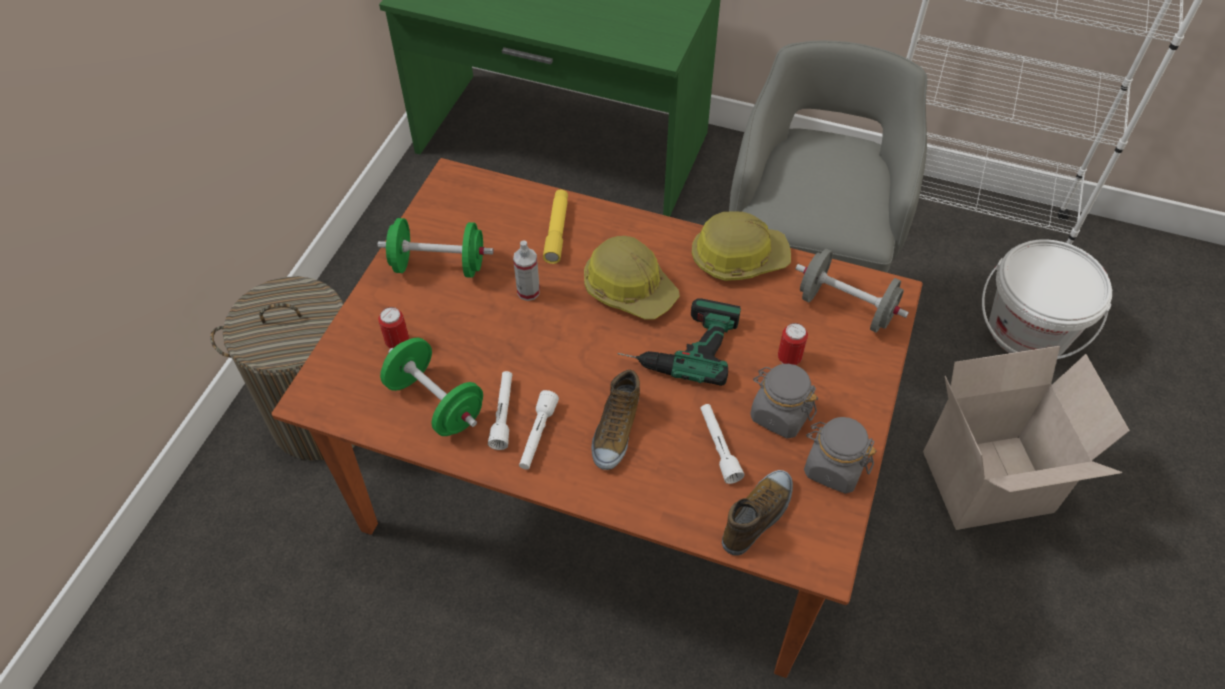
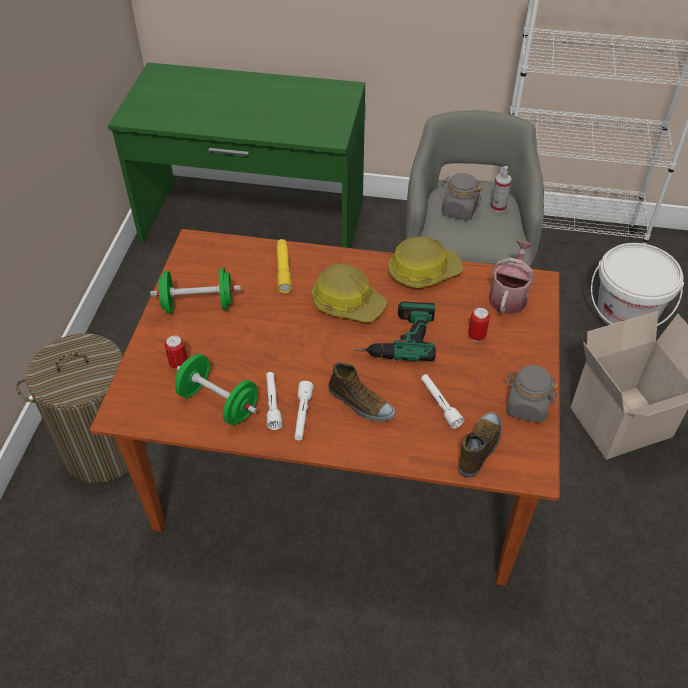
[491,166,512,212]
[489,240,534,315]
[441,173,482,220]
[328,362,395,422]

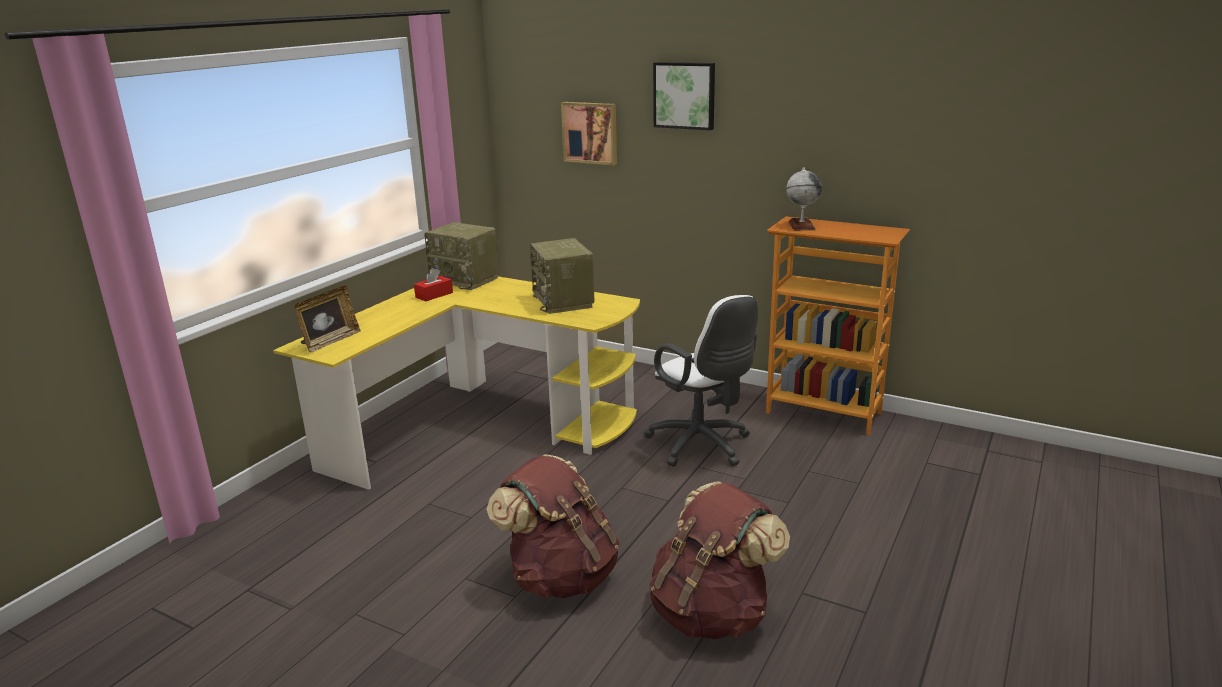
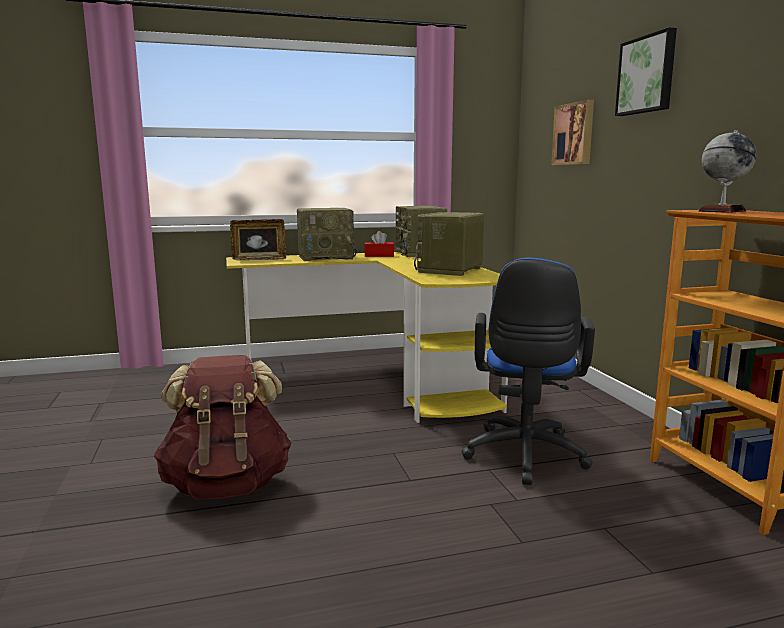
[461,258,595,485]
[649,481,790,639] (first image)
[297,208,357,261]

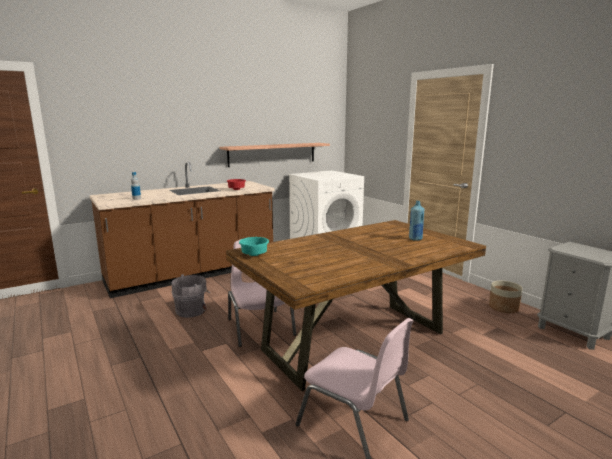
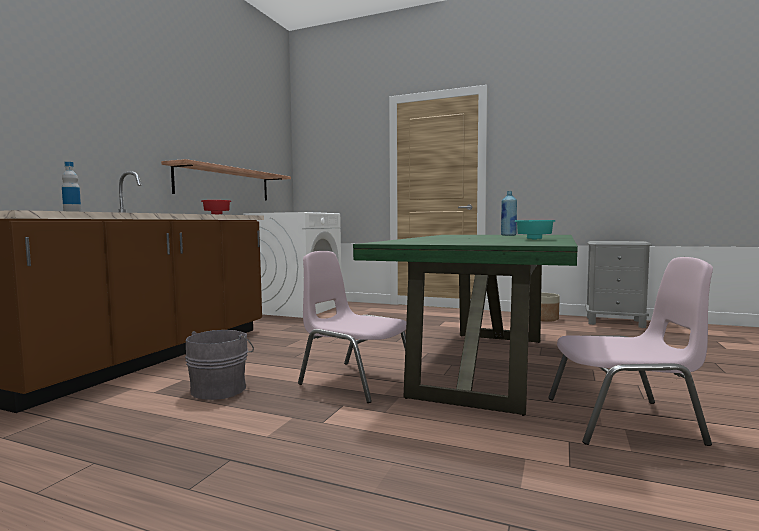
[353,235,578,416]
[515,220,556,239]

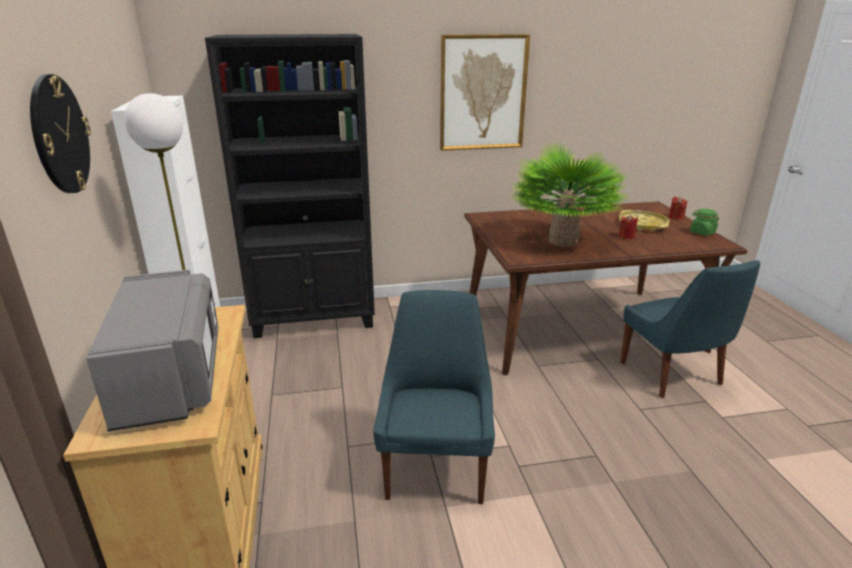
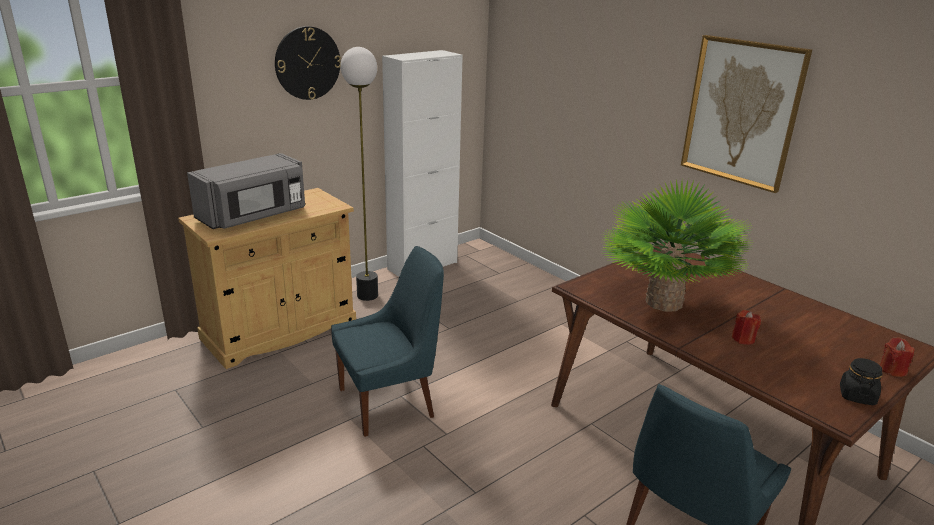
[205,34,375,338] (first image)
[840,358,882,405]
[619,210,669,231] (first image)

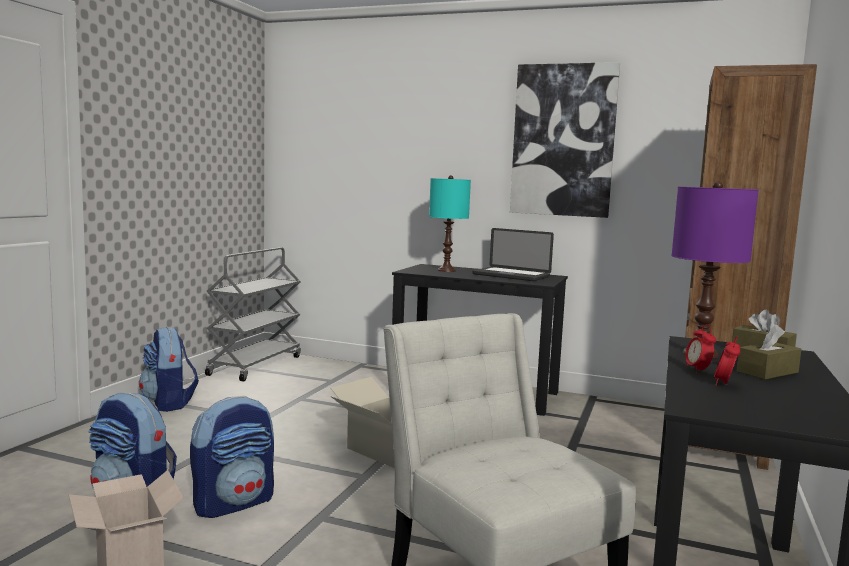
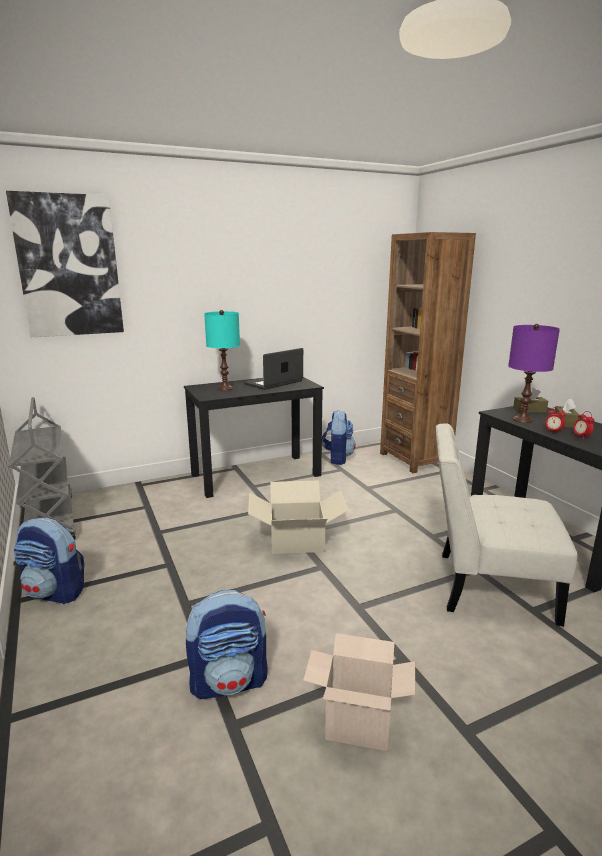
[6,191,124,337]
[244,348,303,390]
[322,410,356,465]

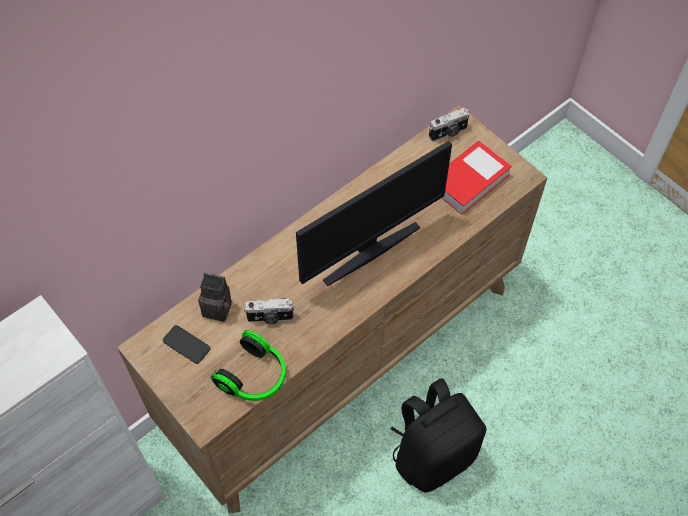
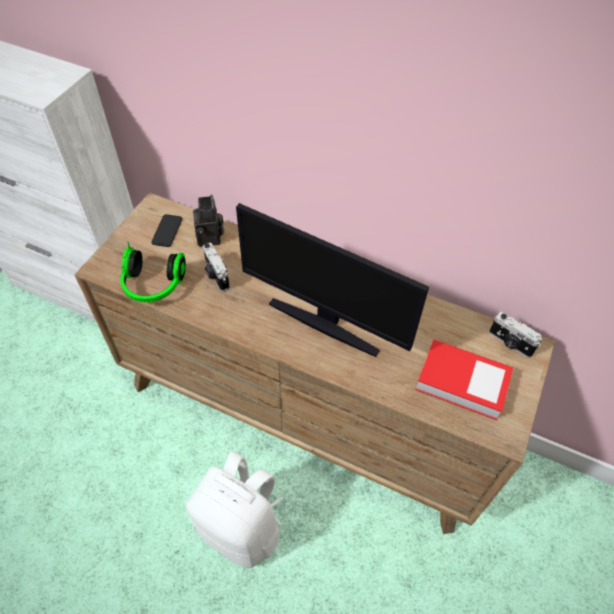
[186,451,283,568]

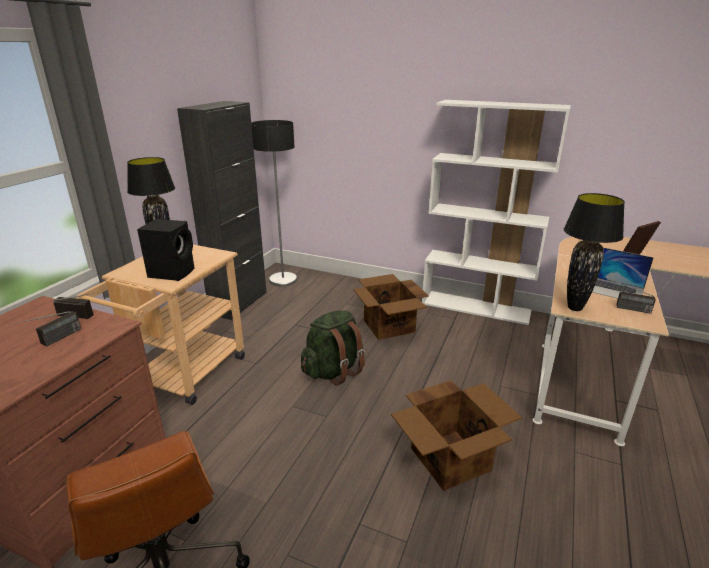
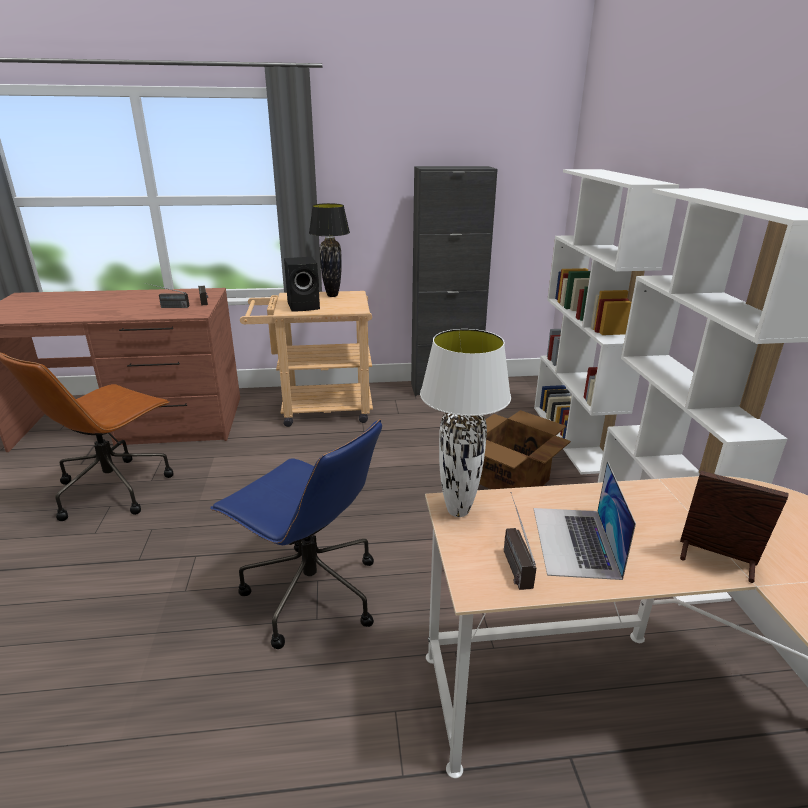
[251,120,297,286] (first image)
[420,329,511,517]
[301,310,365,385] (first image)
[210,419,382,649]
[534,169,679,474]

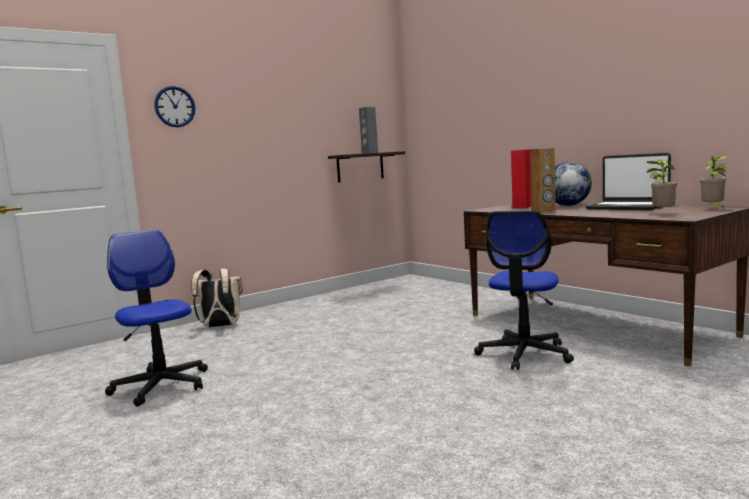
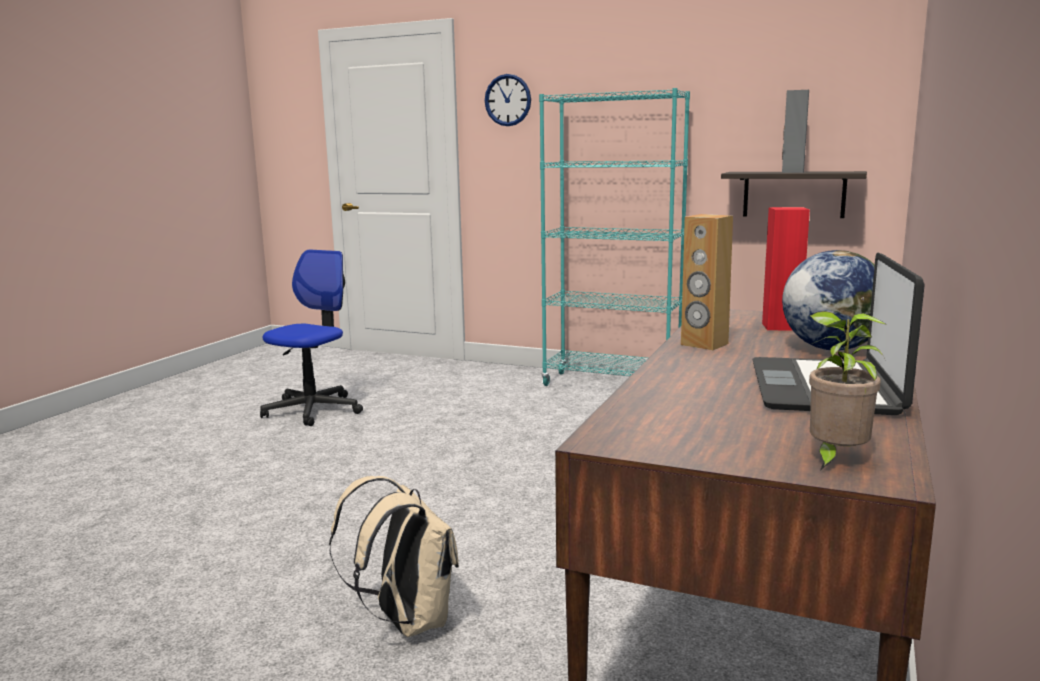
[646,160,677,212] (first image)
[474,211,574,370] (first image)
[329,476,459,637]
[539,88,690,386]

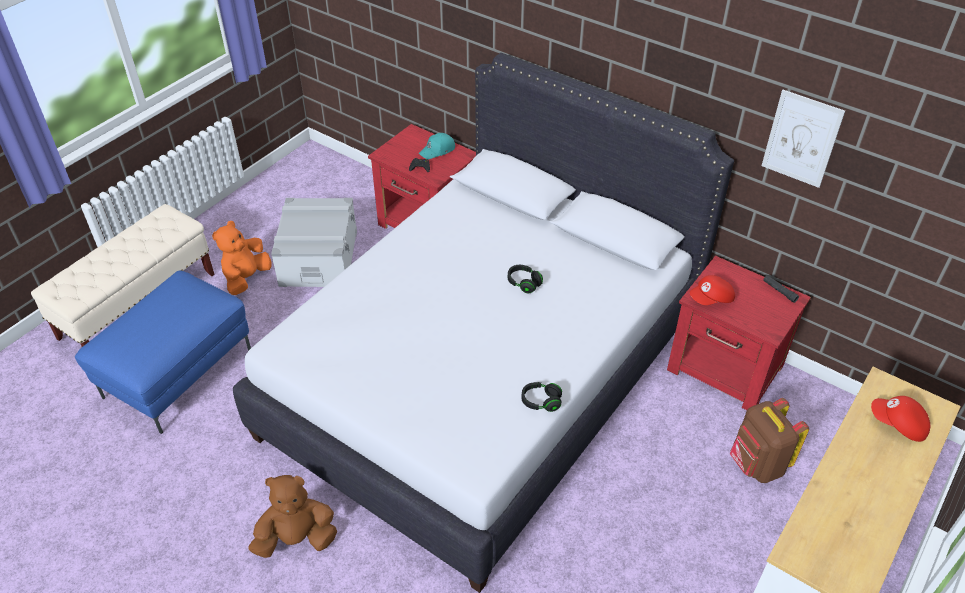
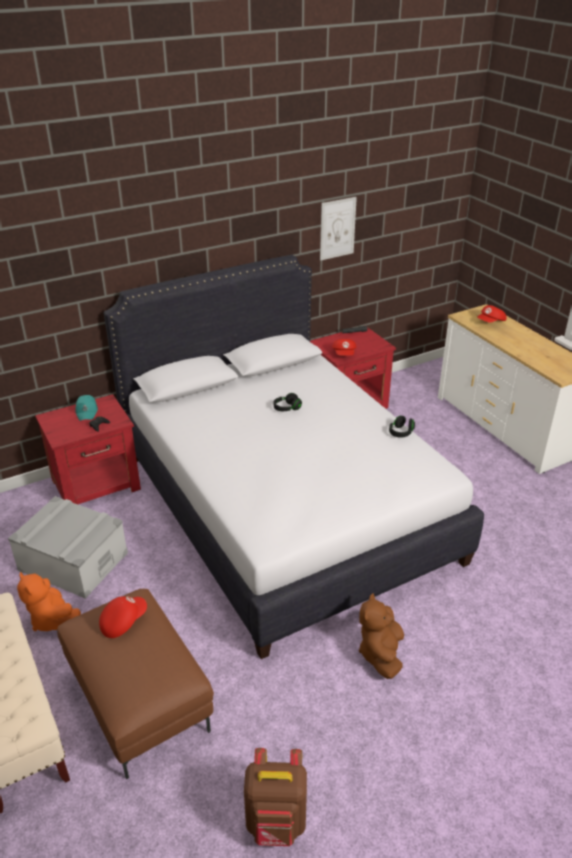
[57,589,214,779]
[244,748,307,846]
[99,596,147,638]

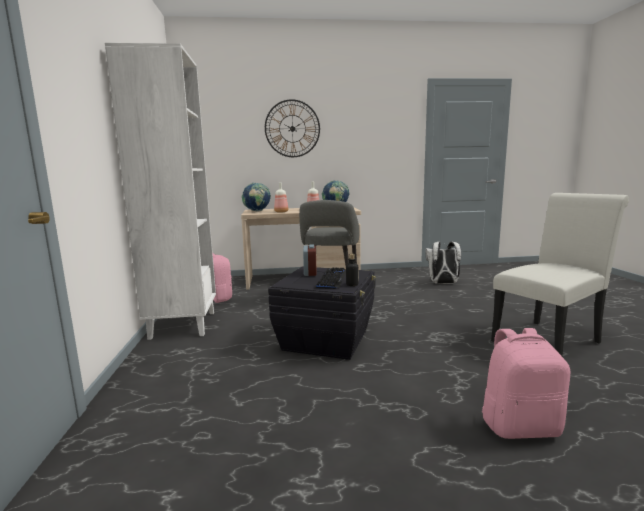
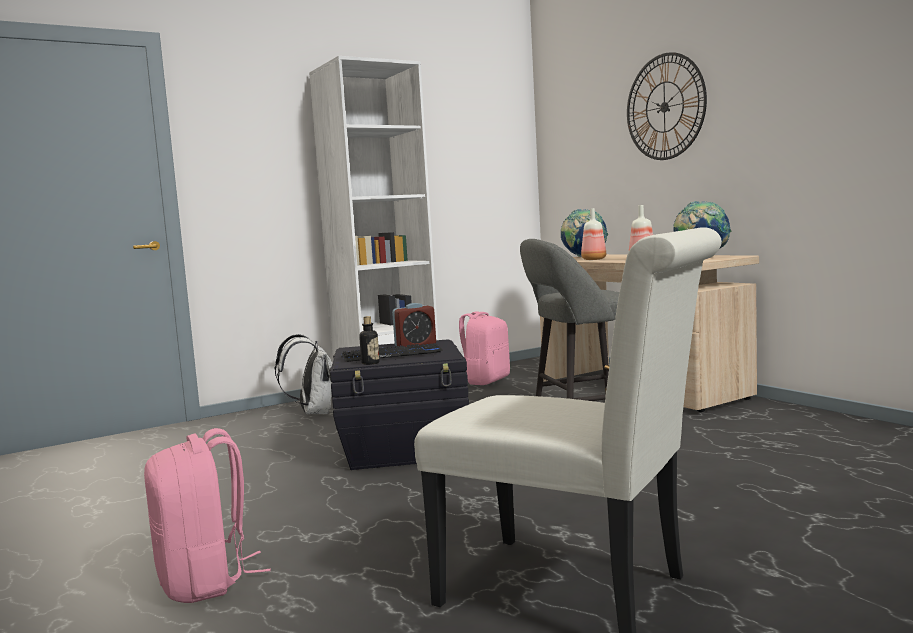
[275,334,332,414]

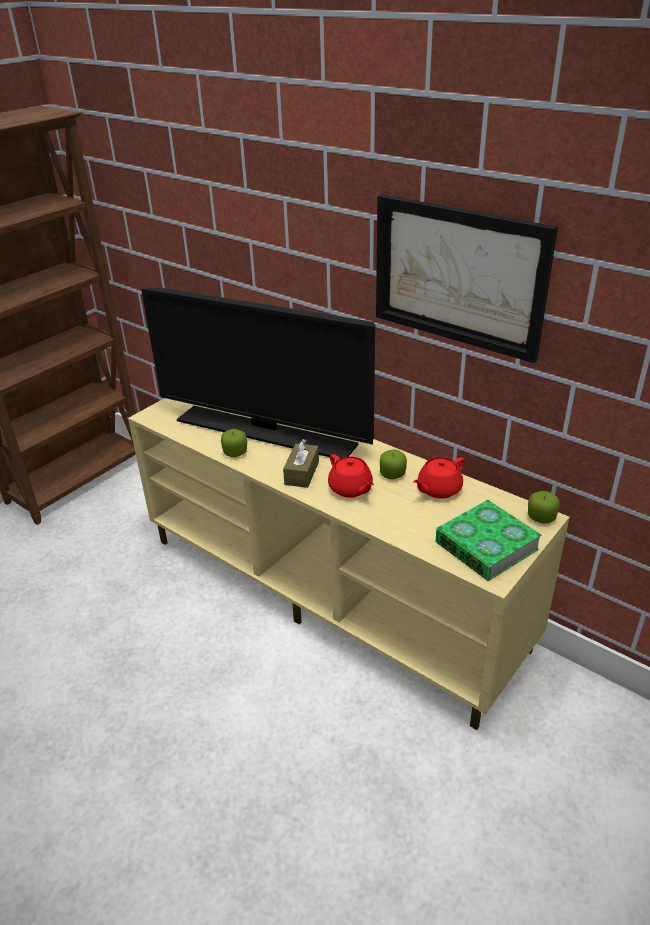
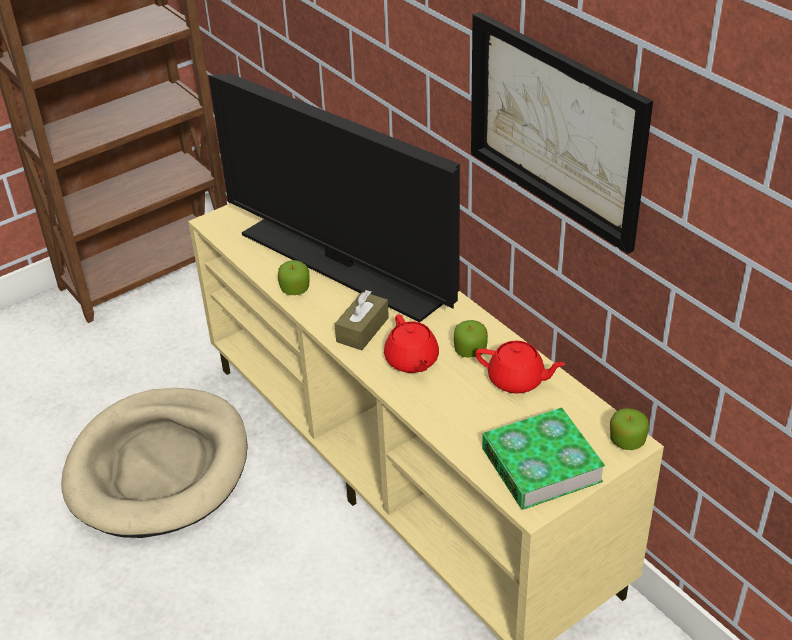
[475,341,565,394]
[61,388,248,538]

